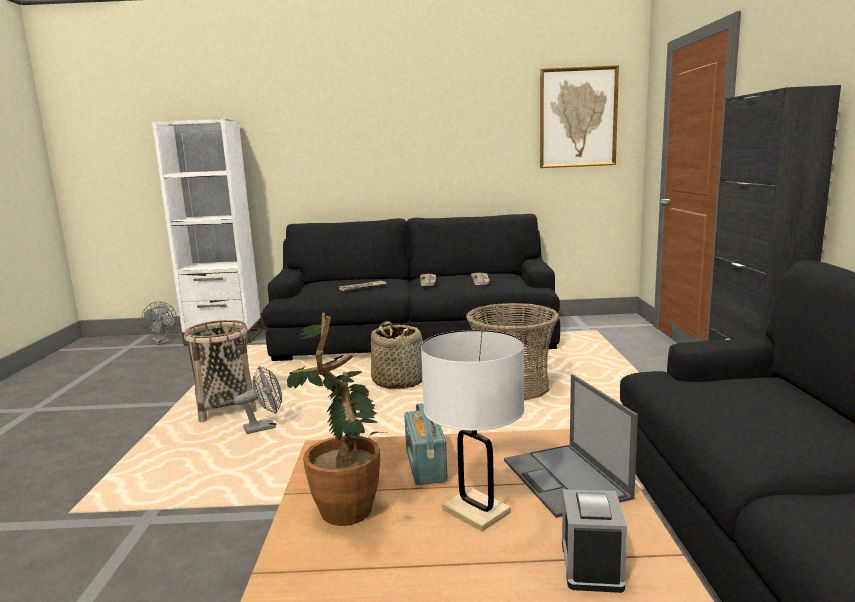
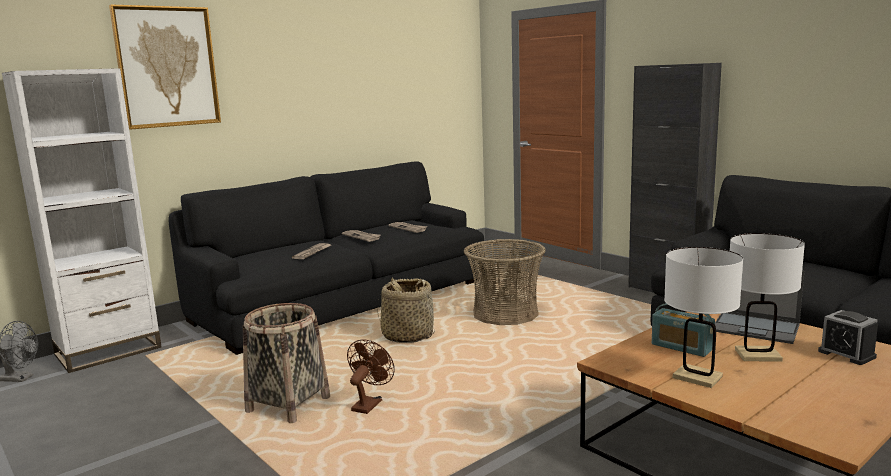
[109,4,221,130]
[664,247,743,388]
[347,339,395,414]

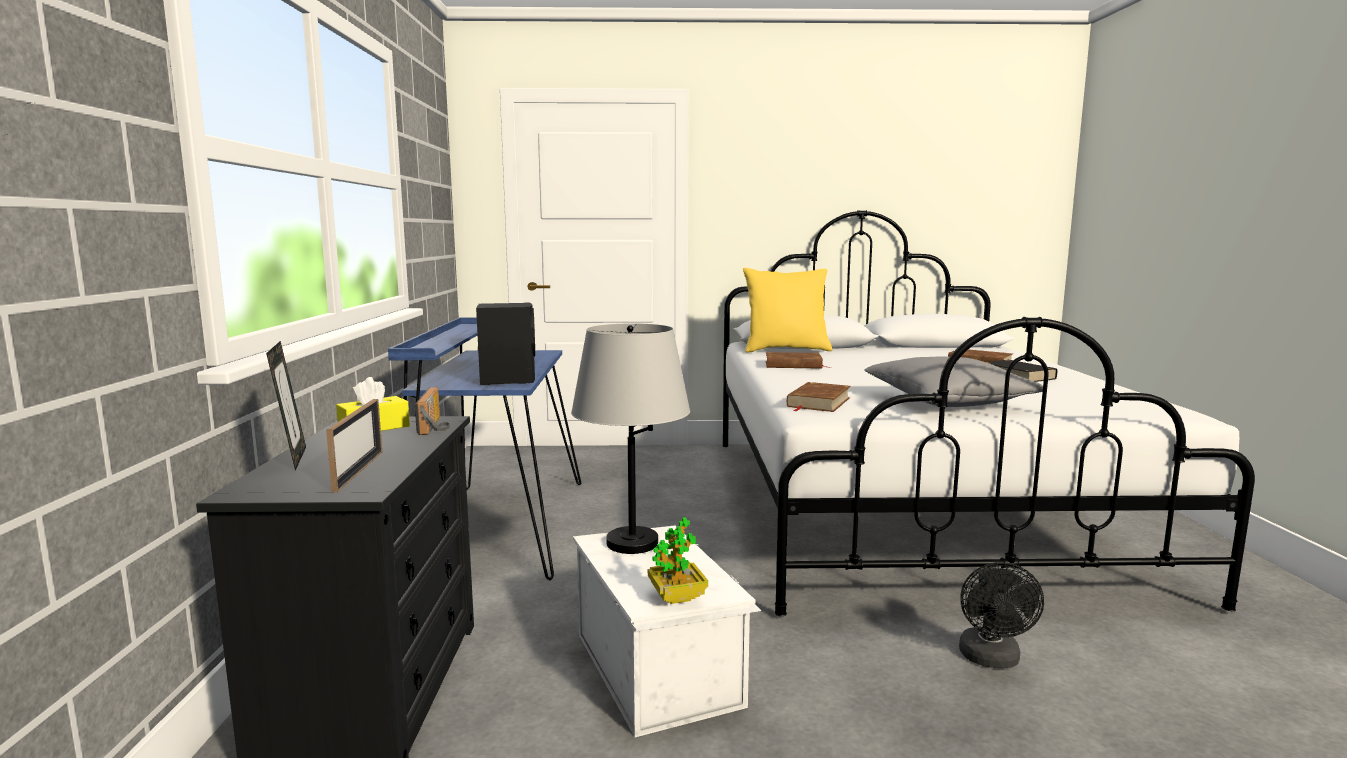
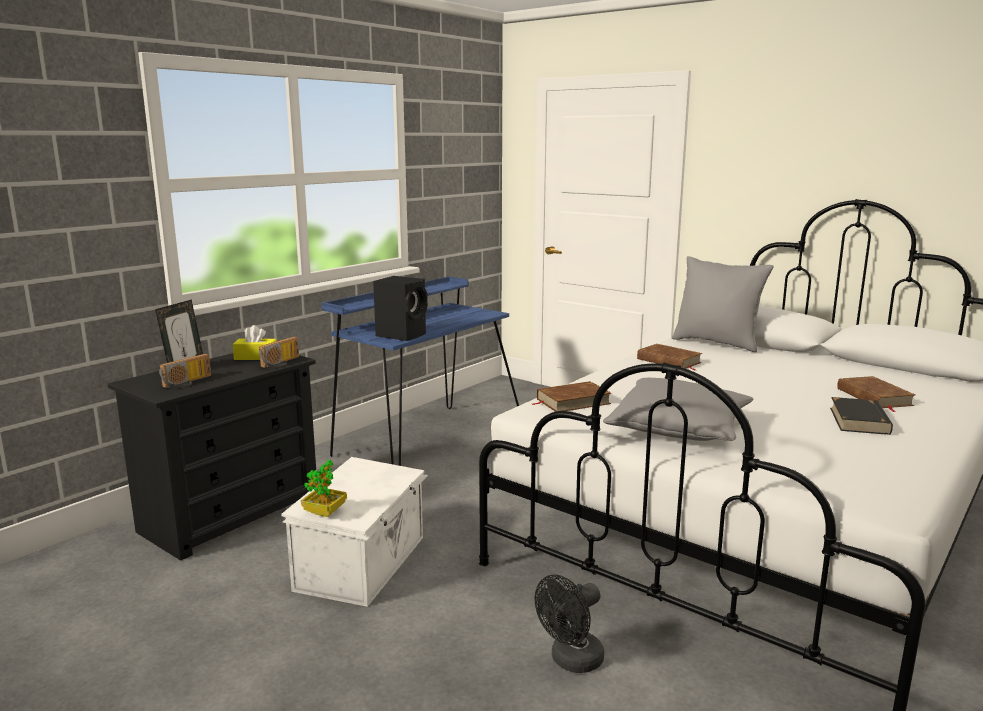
[672,256,774,352]
[571,323,690,554] (first image)
[159,354,211,388]

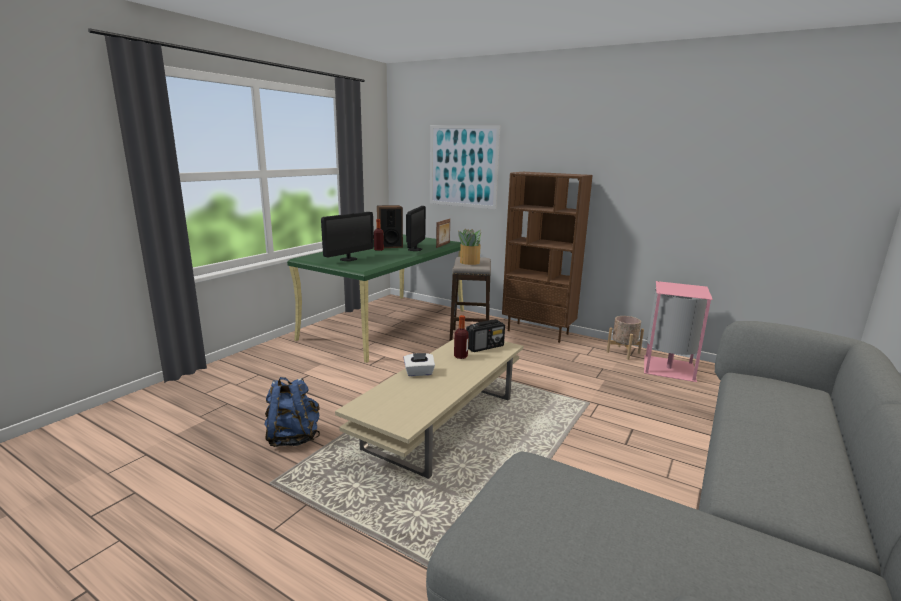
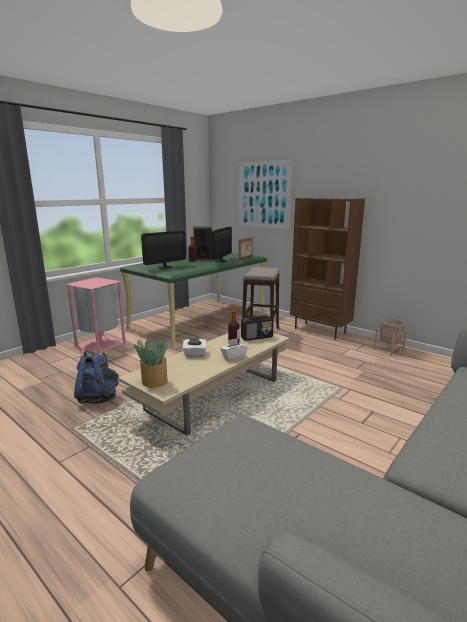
[134,338,169,388]
[65,277,127,354]
[220,338,248,361]

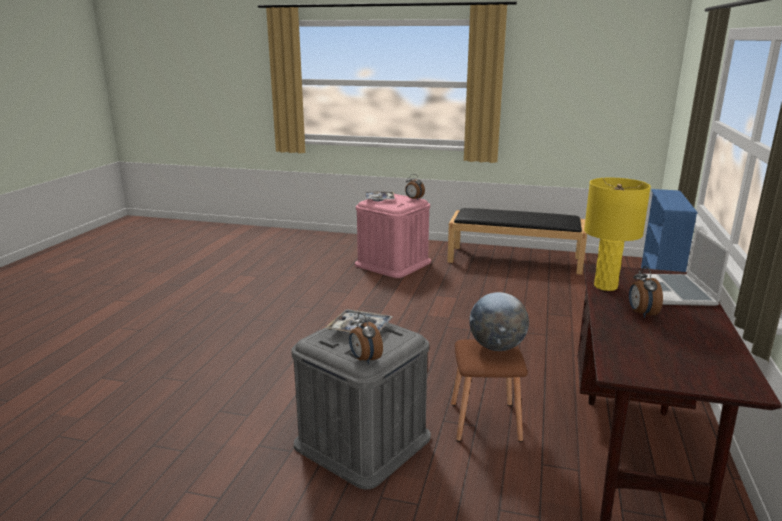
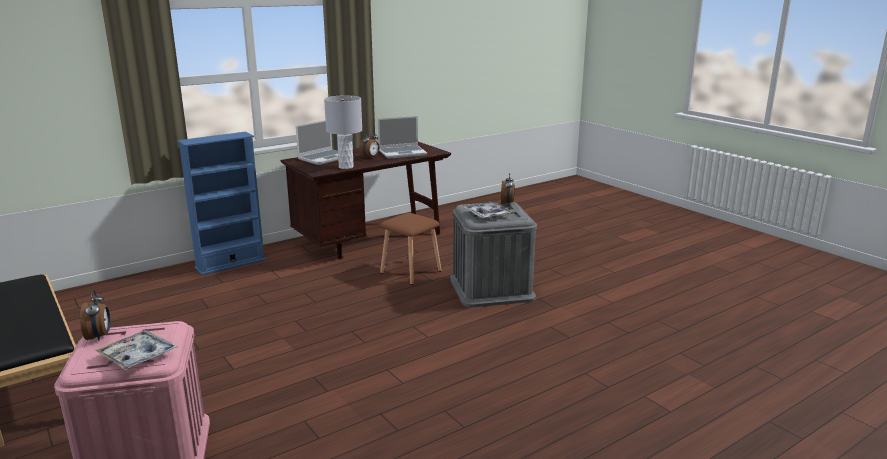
[324,95,362,169]
[469,292,529,351] (first image)
[378,116,427,159]

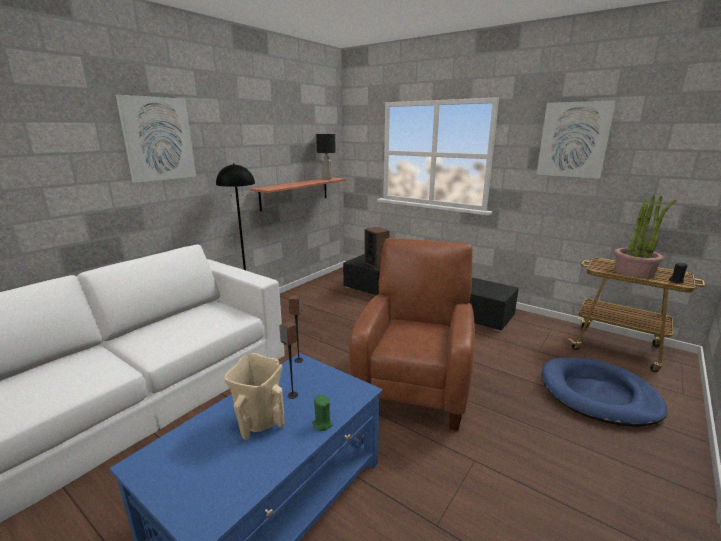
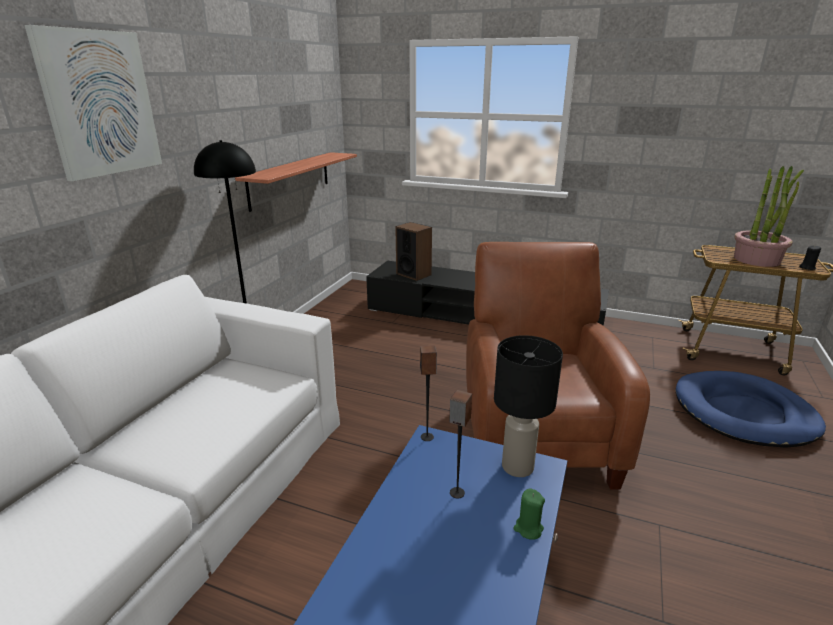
[536,100,616,179] (first image)
[494,335,563,477]
[224,353,285,440] (first image)

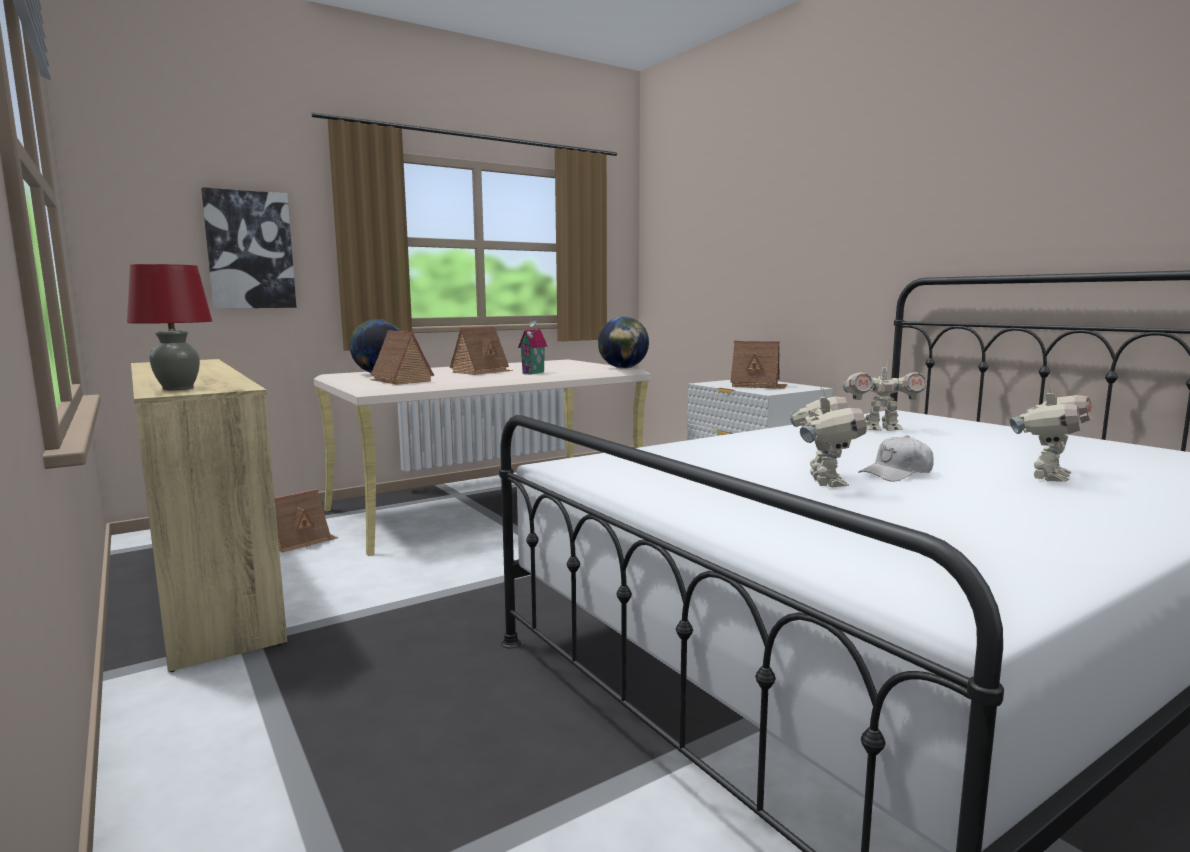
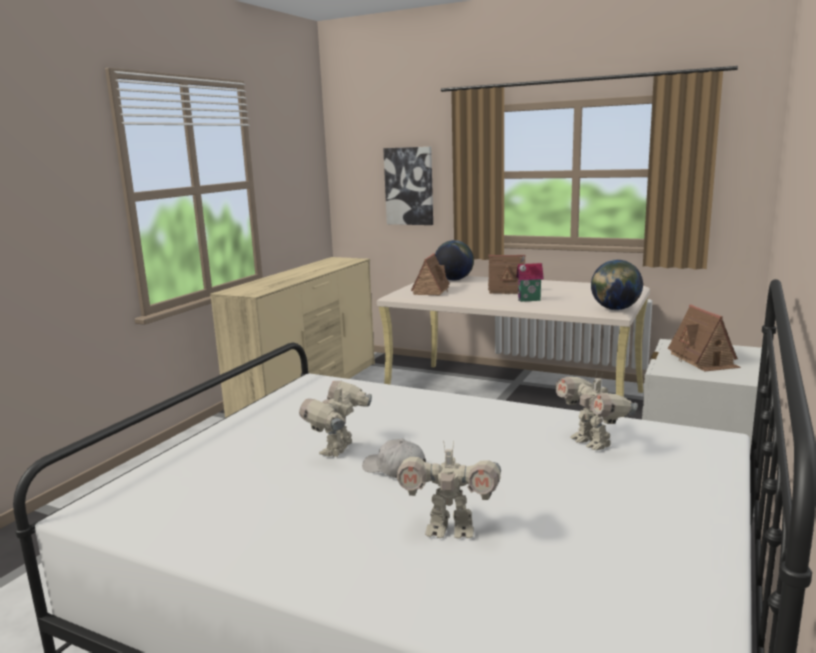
[127,264,212,390] (first image)
[299,380,372,457]
[275,489,338,553] (first image)

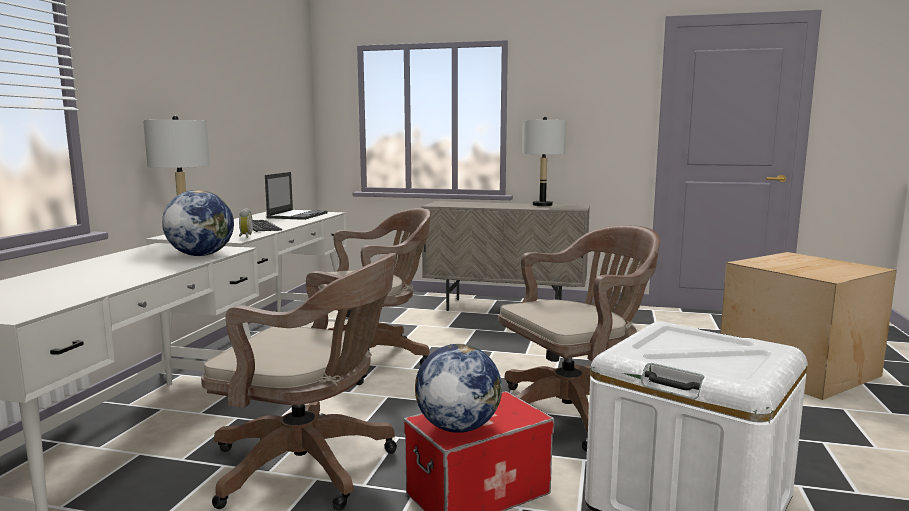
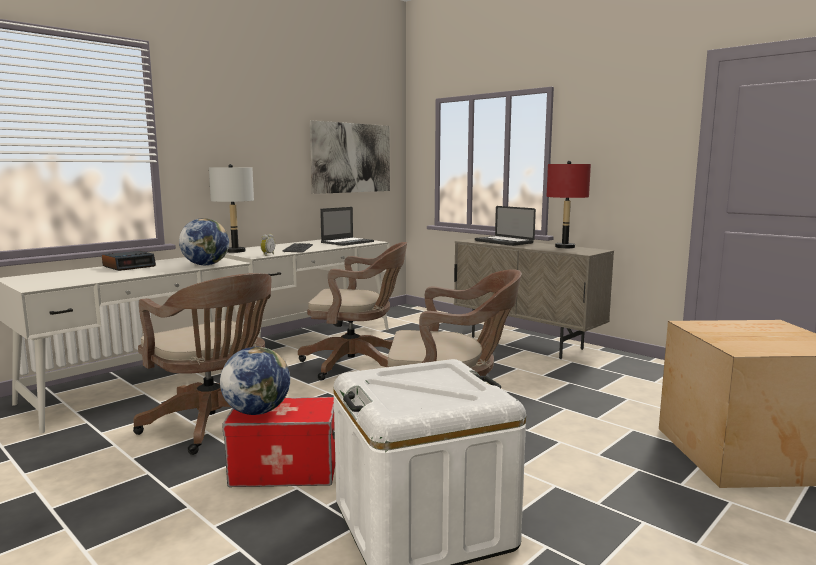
[546,161,591,248]
[310,120,390,194]
[475,206,536,246]
[102,251,156,271]

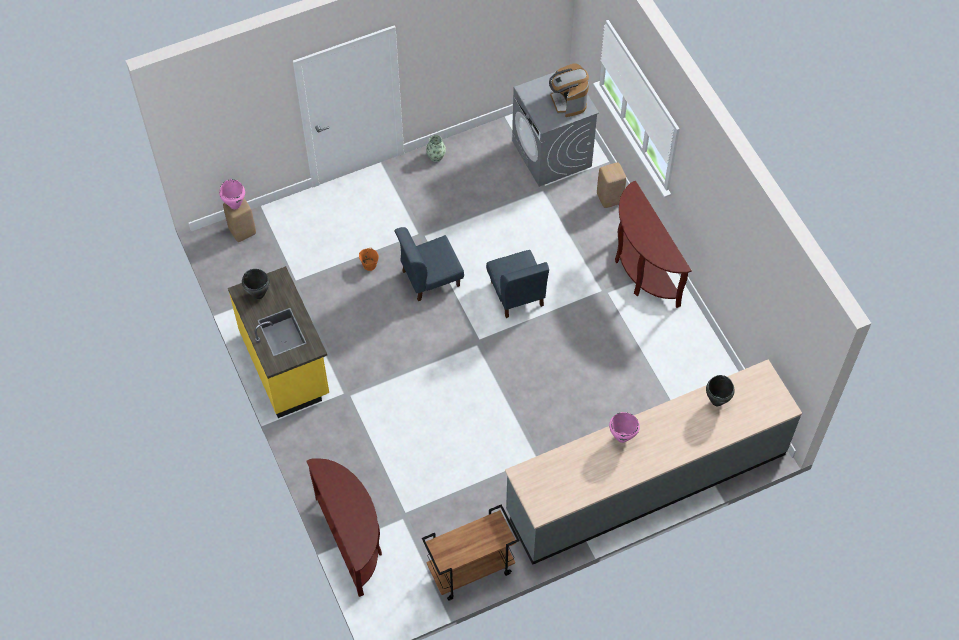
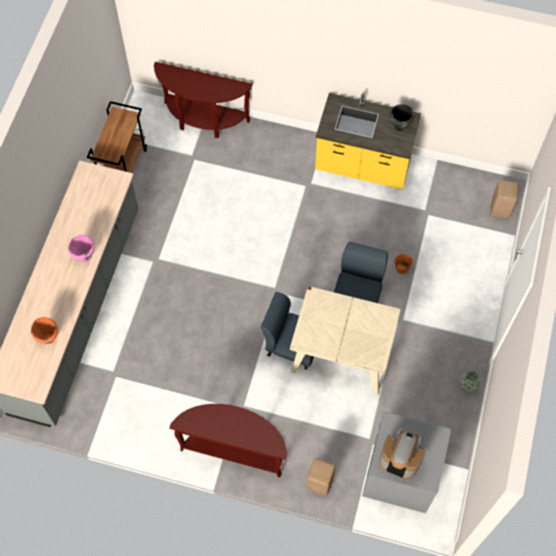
[219,179,245,209] (first image)
[31,317,58,344]
[290,286,401,395]

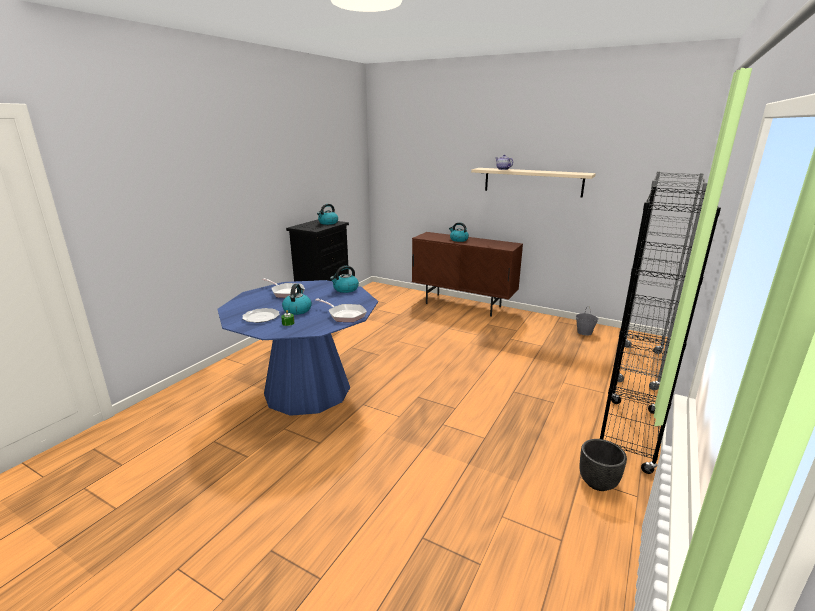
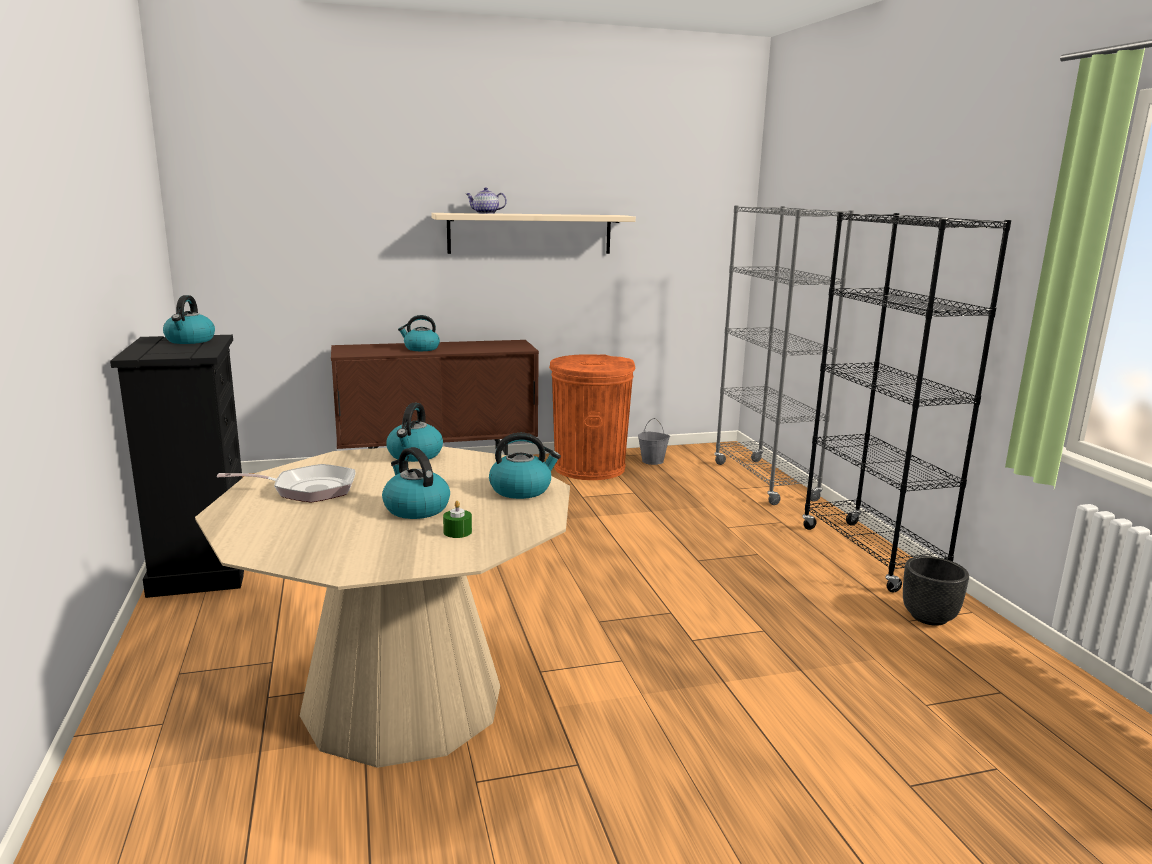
[195,446,570,768]
[489,433,561,499]
[242,308,280,323] (first image)
[549,354,635,480]

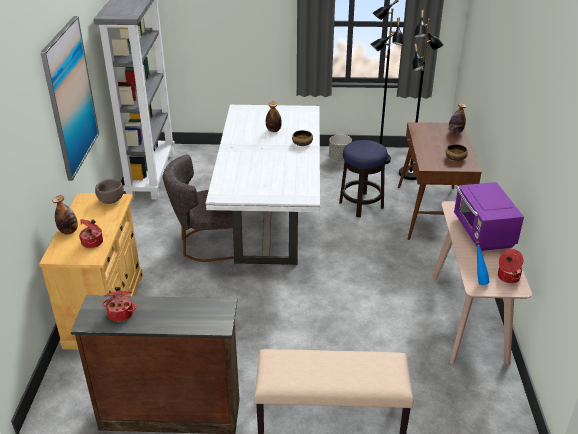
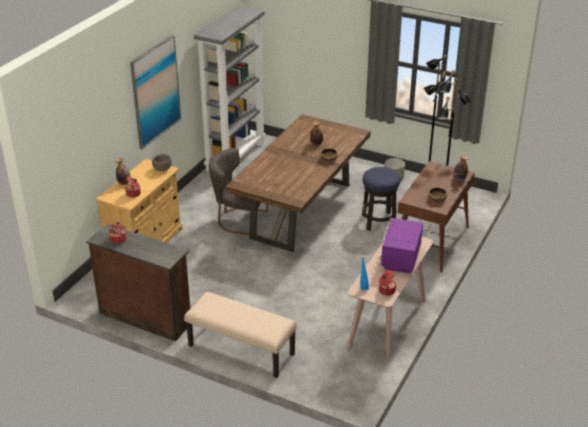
[226,114,371,252]

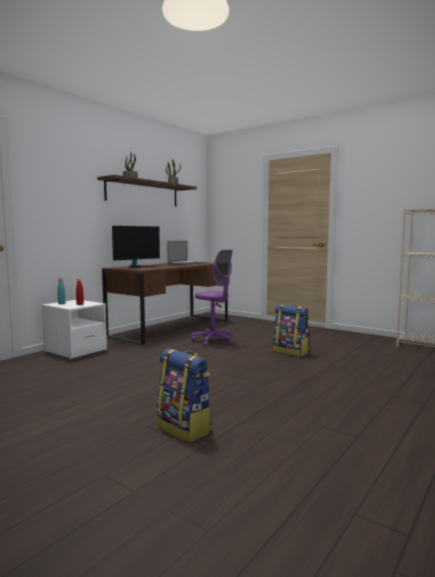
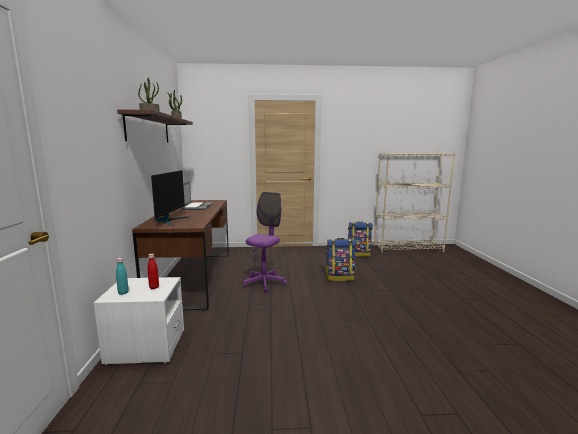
[243,192,287,292]
[348,222,373,257]

